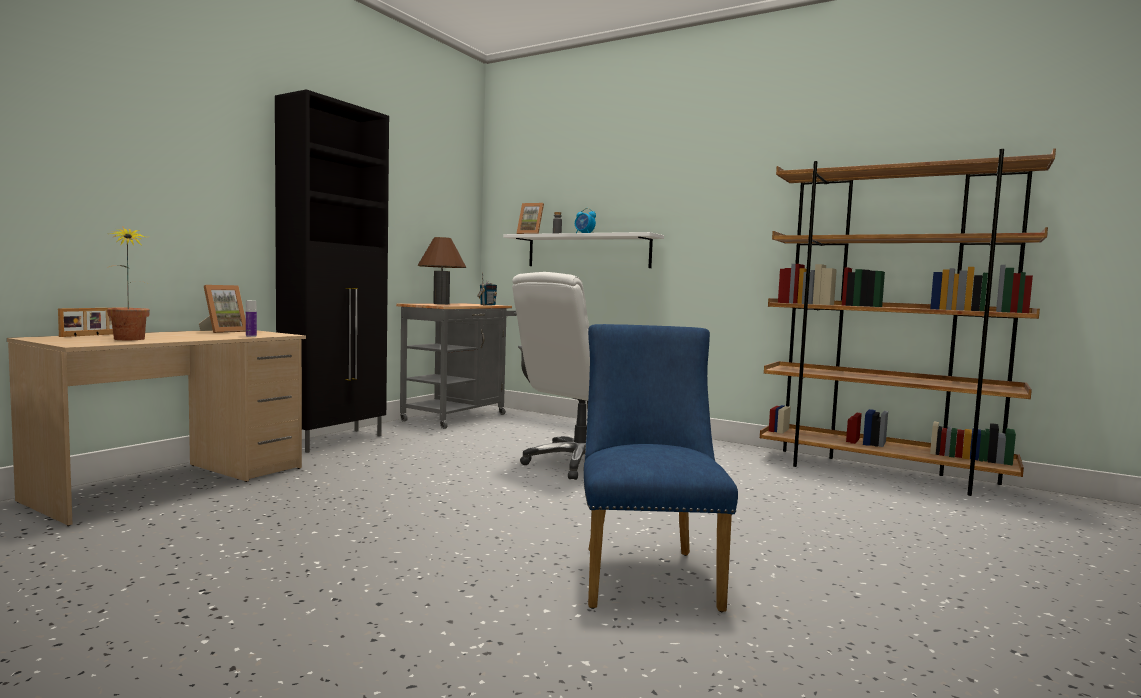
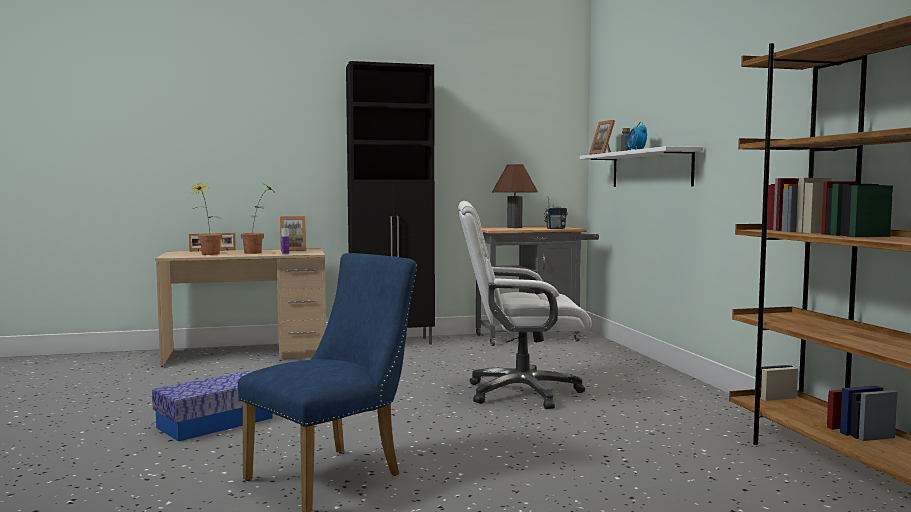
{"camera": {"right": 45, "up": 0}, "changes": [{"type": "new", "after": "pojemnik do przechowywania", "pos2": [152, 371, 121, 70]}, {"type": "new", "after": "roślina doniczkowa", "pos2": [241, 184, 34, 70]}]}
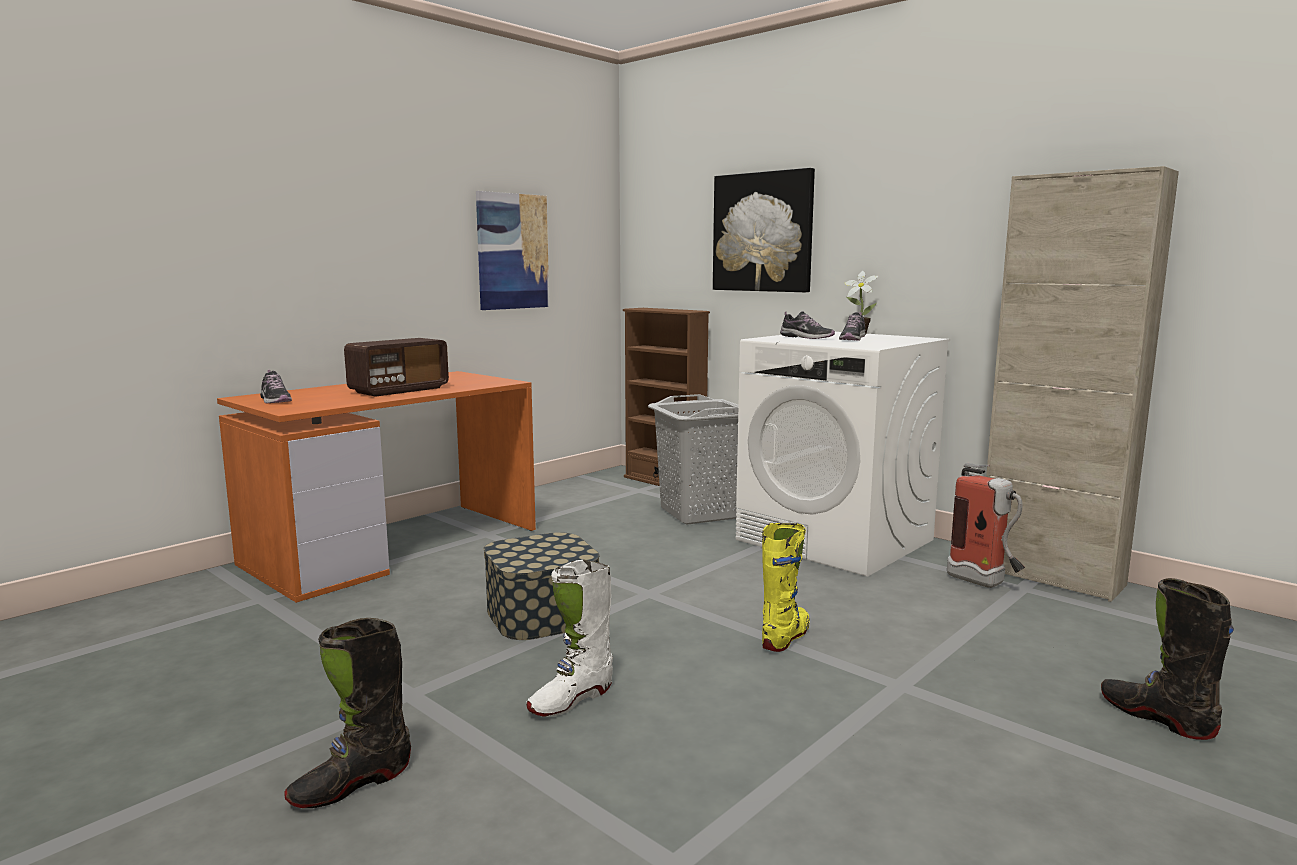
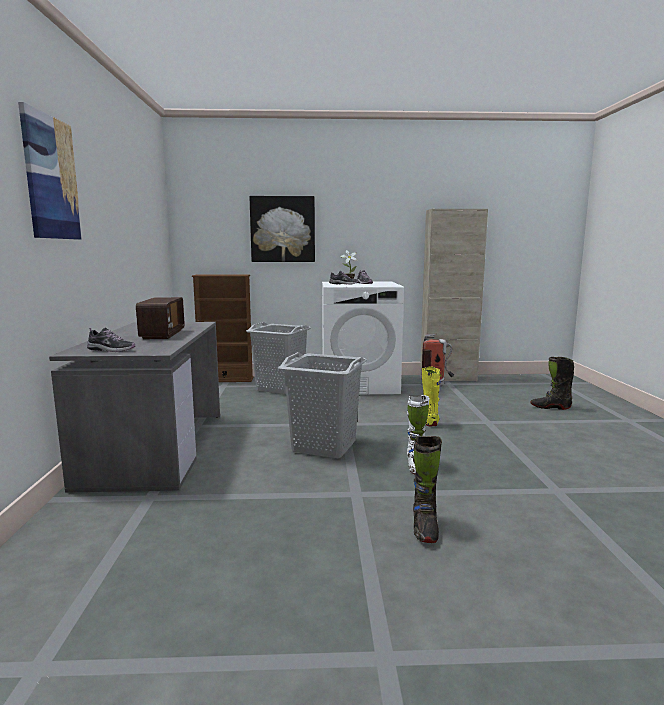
{"camera": {"right": -45, "up": 0}, "changes": [{"type": "repainted", "before": "biurko/pomarańczowy", "after": "biurko/szary", "pos1": [217, 371, 319, 232], "pos2": [49, 322, 171, 171]}, {"type": "shifted", "before": "obraz", "pos1": [476, 191, 73, 119], "pos2": [18, 102, 64, 138]}, {"type": "swapped", "before": "pojemnik do przechowywania", "after": "kosz na pranie/szary", "pos1": [483, 532, 116, 108], "pos2": [278, 352, 89, 106]}]}
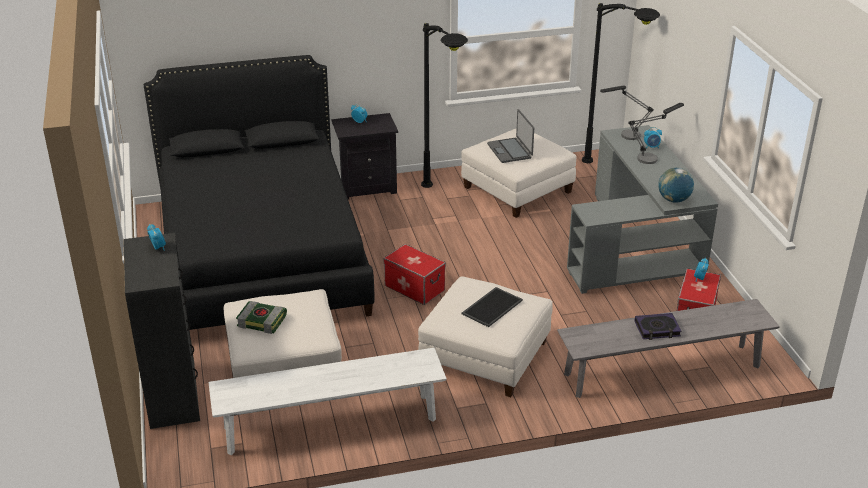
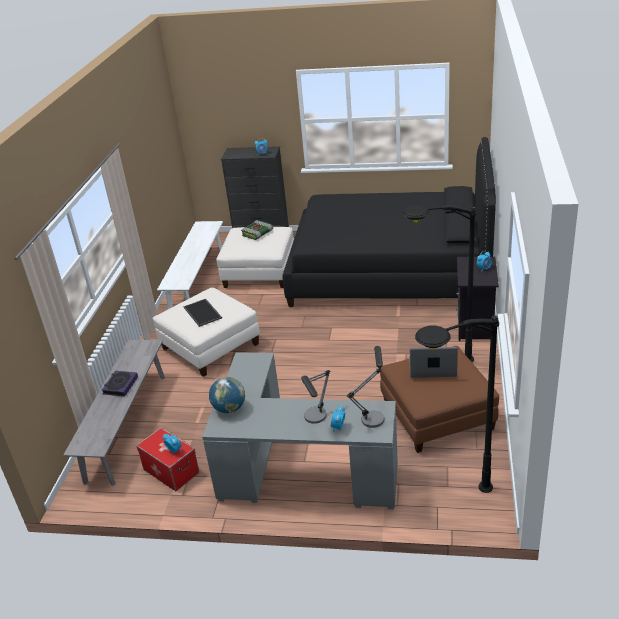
{"camera": {"right": 115, "up": 0}, "changes": [{"type": "gone", "before": "pojemnik do przechowywania", "pos1": [384, 244, 62, 61]}, {"type": "repainted", "before": "pufa/biały", "after": "pufa/brązowy", "pos1": [461, 128, 115, 90], "pos2": [380, 346, 119, 107]}]}
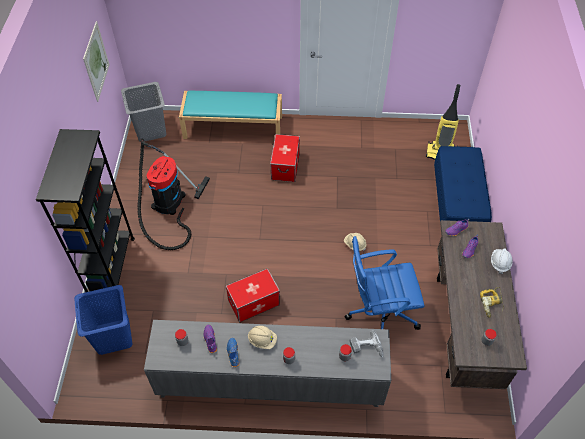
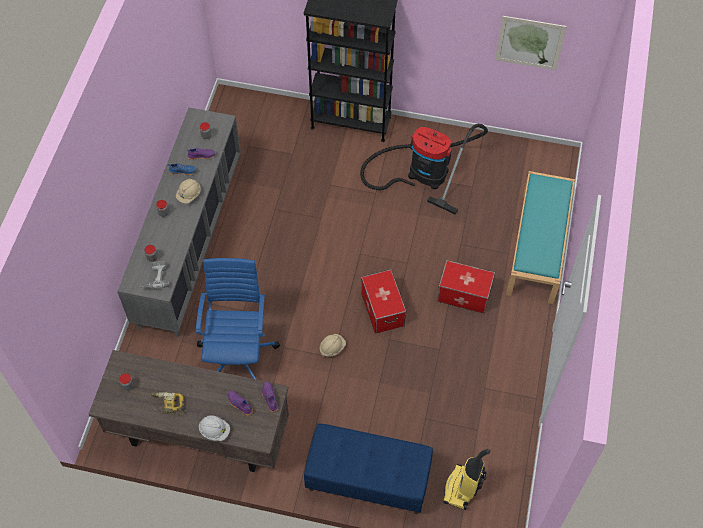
{"camera": {"right": 100, "up": 5}, "changes": [{"type": "gone", "before": "kosz na pranie/niebieski", "pos1": [74, 285, 58, 70]}, {"type": "gone", "before": "kosz na pranie/szary", "pos1": [121, 82, 45, 60]}, {"type": "shifted", "before": "pojemnik do przechowywania", "pos1": [226, 268, 54, 54], "pos2": [361, 269, 45, 65]}]}
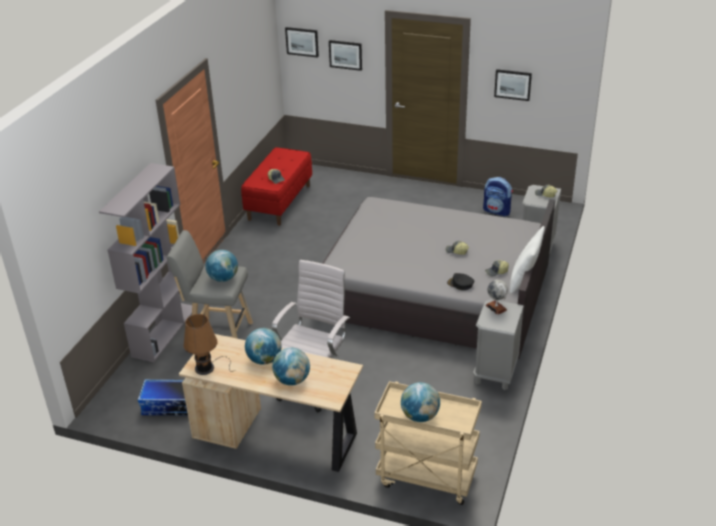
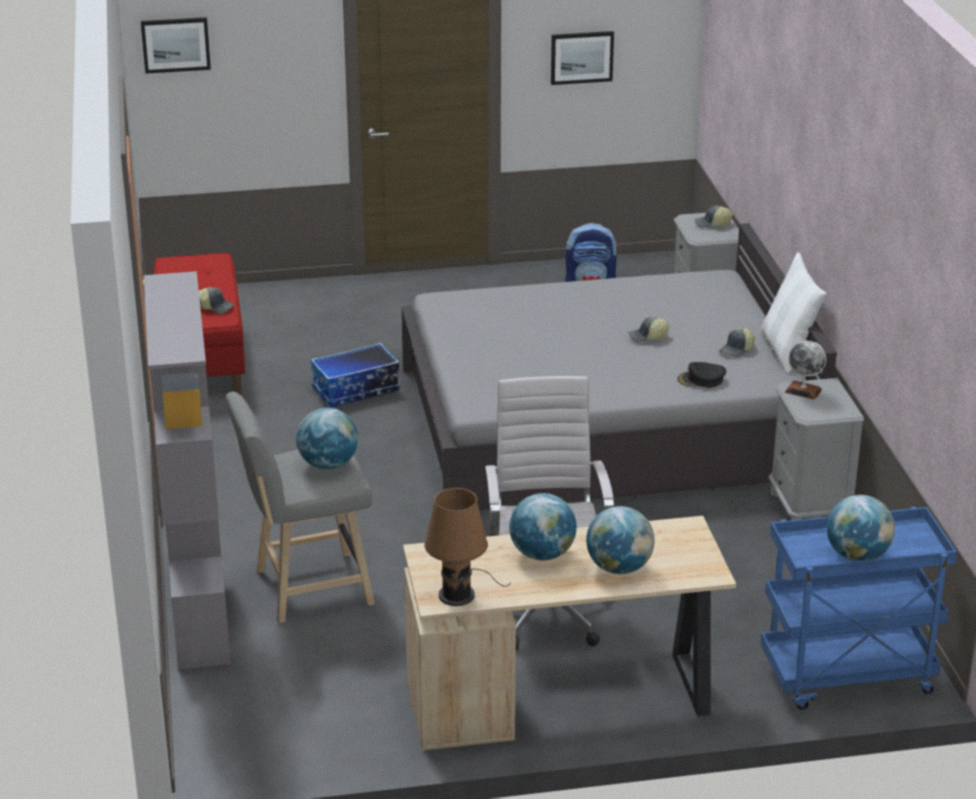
{"camera": {"right": -30, "up": -5}, "changes": [{"type": "shifted", "before": "pojemnik do przechowywania", "pos1": [138, 379, 50, 37], "pos2": [311, 343, 88, 64]}, {"type": "gone", "before": "obraz", "pos1": [329, 40, 33, 31]}, {"type": "repainted", "before": "wózek/beżowy", "after": "wózek/niebieski", "pos1": [374, 381, 108, 124], "pos2": [761, 507, 196, 203]}]}
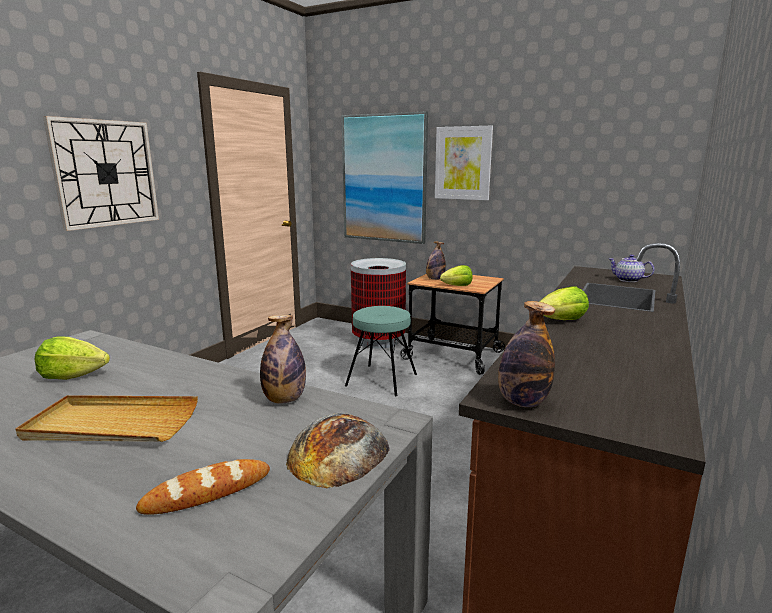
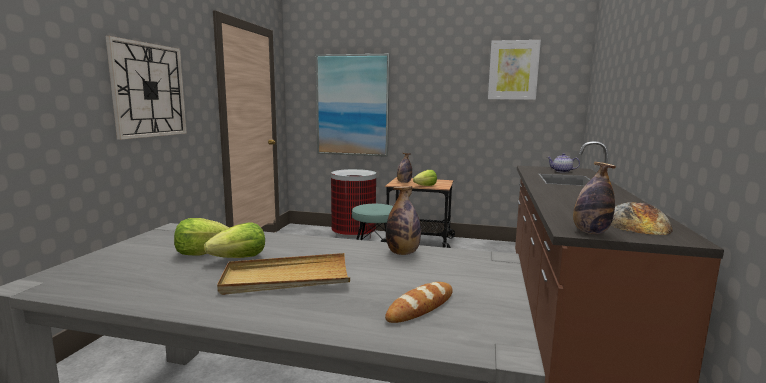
{"camera": {"right": -15, "up": -5}, "changes": [{"type": "shifted", "before": "chleb", "pos1": [286, 413, 103, 75], "pos2": [610, 202, 63, 33]}, {"type": "shifted", "before": "obraz", "pos1": [435, 126, 58, 74], "pos2": [488, 40, 53, 60]}, {"type": "shifted", "before": "sałata", "pos1": [539, 286, 50, 34], "pos2": [204, 222, 61, 36]}]}
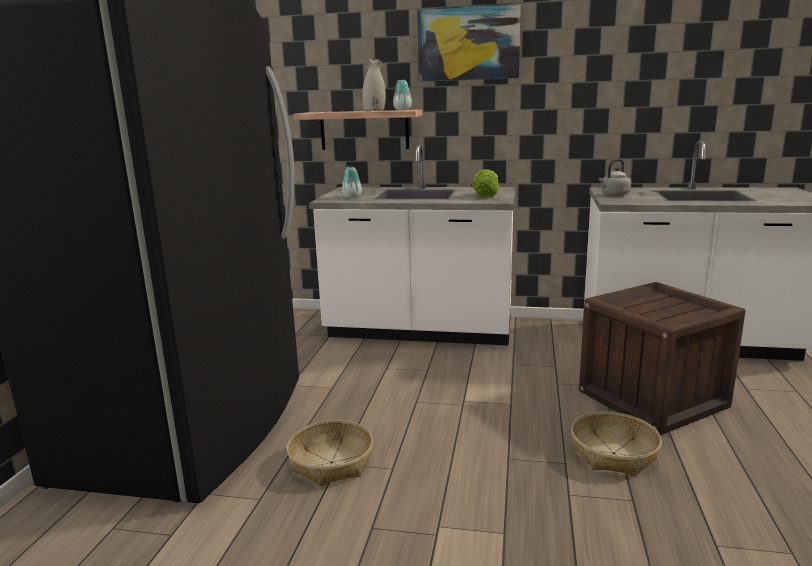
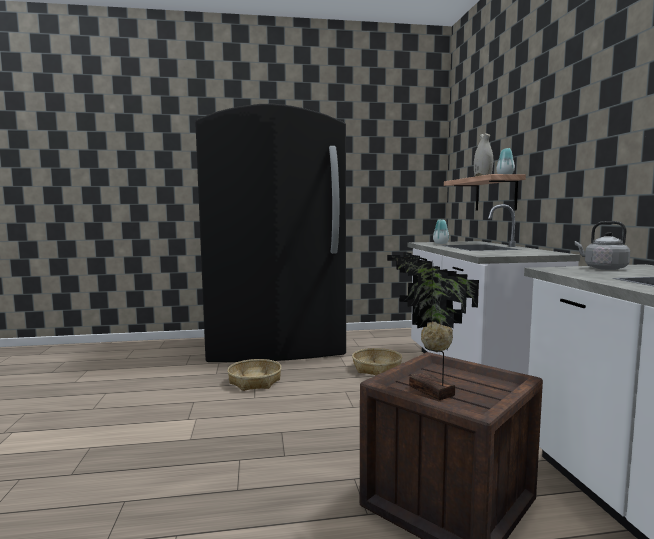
{"camera": {"right": 70, "up": -10}, "changes": [{"type": "gone", "before": "obraz", "pos1": [417, 4, 104, 78]}, {"type": "gone", "before": "sałata", "pos1": [472, 169, 27, 28]}, {"type": "shifted", "before": "koszyk", "pos1": [571, 412, 91, 64], "pos2": [352, 348, 50, 27]}, {"type": "new", "after": "roślina doniczkowa", "pos2": [387, 252, 92, 148]}]}
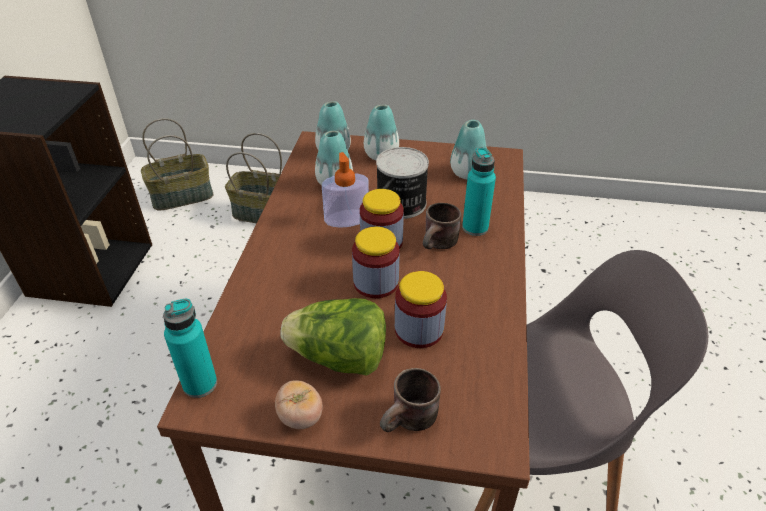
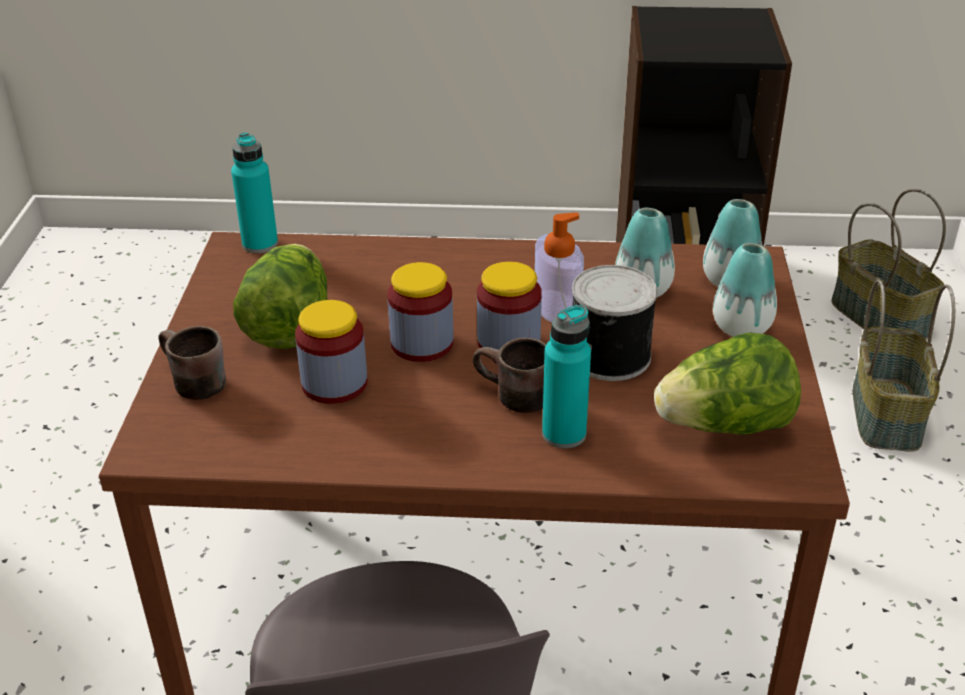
{"camera": {"right": 85, "up": -5}, "changes": [{"type": "gone", "before": "pomidor", "pos1": [275, 380, 48, 49]}, {"type": "swapped", "before": "wazon", "after": "sałata", "pos1": [450, 120, 37, 59], "pos2": [654, 332, 147, 103]}]}
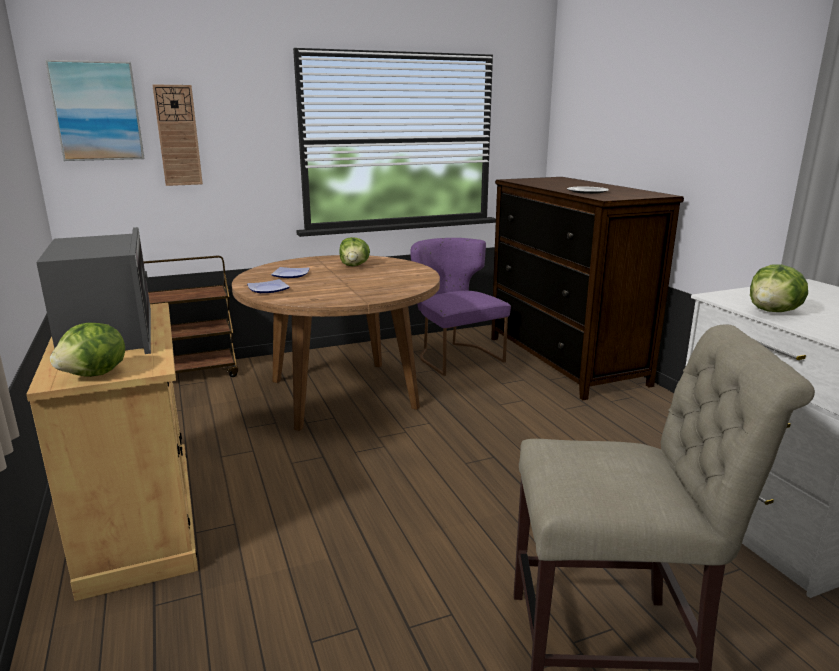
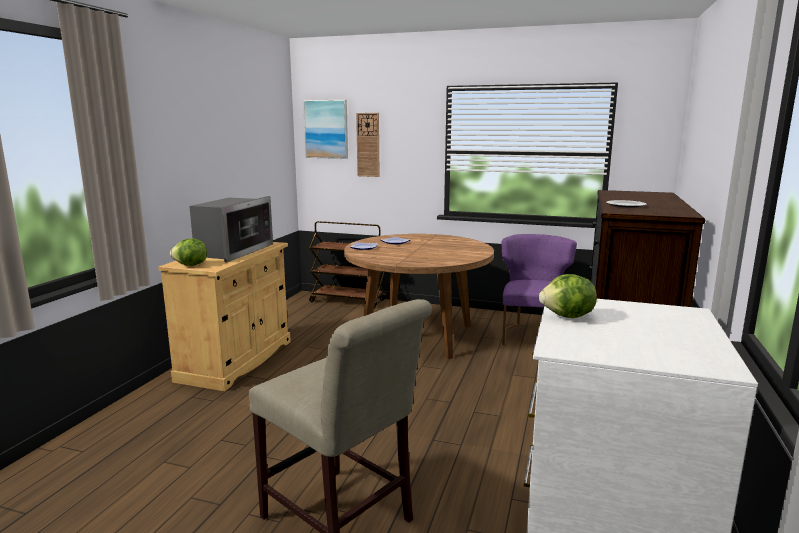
{"camera": {"right": 40, "up": -5}, "changes": [{"type": "gone", "before": "sałata", "pos1": [339, 237, 31, 29]}]}
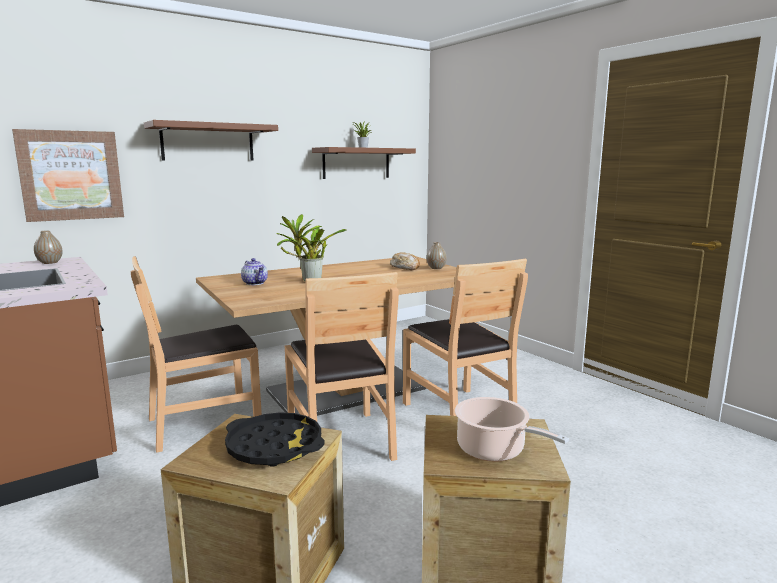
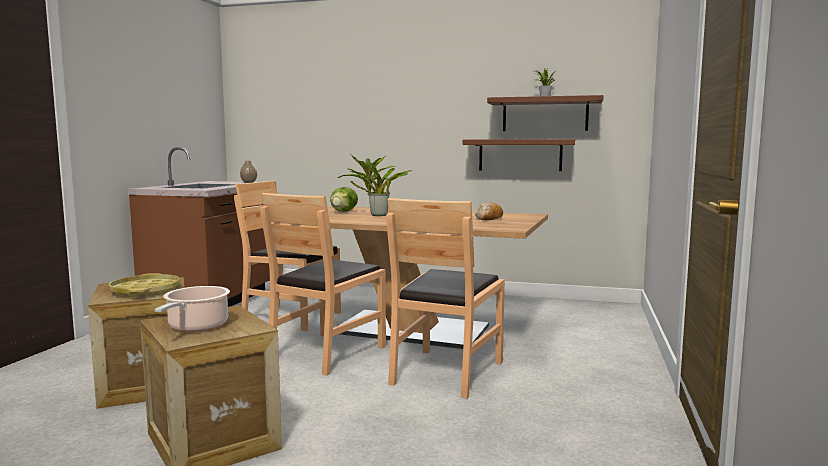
{"camera": {"right": 50, "up": -5}, "changes": [{"type": "gone", "before": "obraz", "pos1": [12, 129, 112, 93]}, {"type": "shifted", "before": "półka/brązowy", "pos1": [144, 120, 134, 41], "pos2": [463, 139, 112, 32]}, {"type": "repainted", "before": "taca/czarny", "after": "taca/żółty", "pos1": [225, 412, 100, 55], "pos2": [108, 273, 72, 24]}, {"type": "swapped", "before": "imbryk", "after": "sałata", "pos1": [241, 258, 27, 27], "pos2": [330, 187, 28, 25]}, {"type": "gone", "before": "wazon", "pos1": [427, 242, 20, 27]}]}
